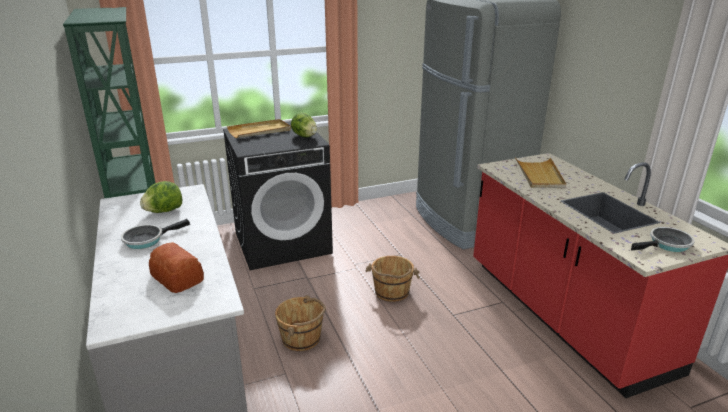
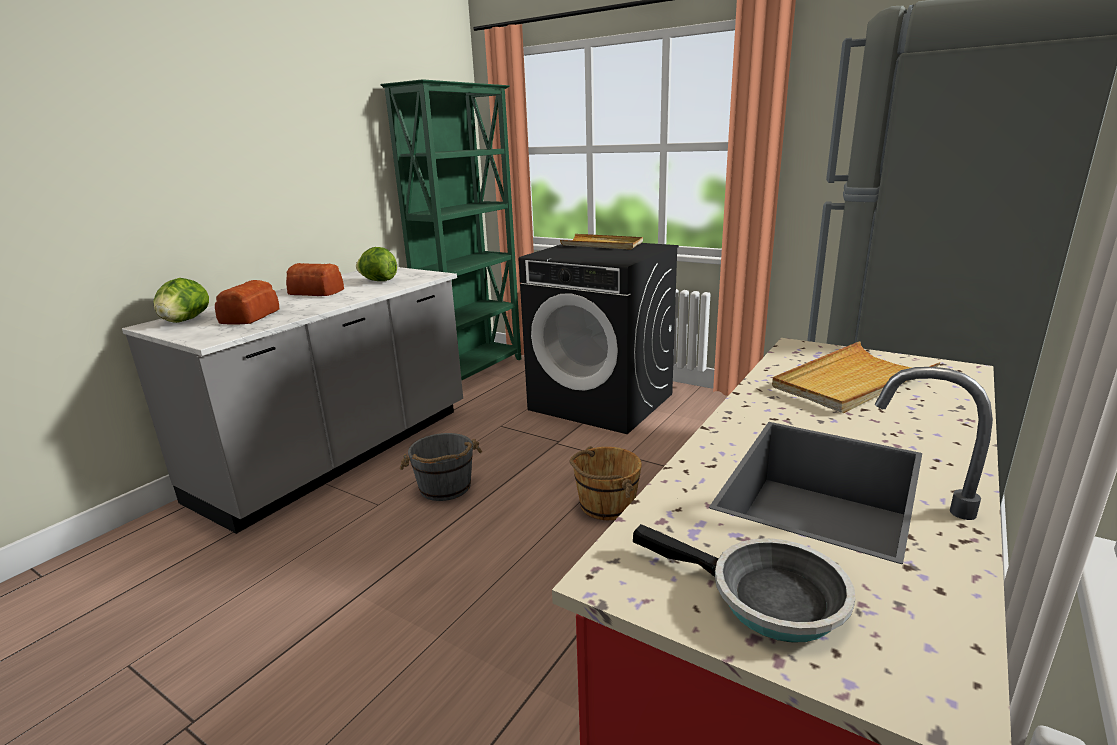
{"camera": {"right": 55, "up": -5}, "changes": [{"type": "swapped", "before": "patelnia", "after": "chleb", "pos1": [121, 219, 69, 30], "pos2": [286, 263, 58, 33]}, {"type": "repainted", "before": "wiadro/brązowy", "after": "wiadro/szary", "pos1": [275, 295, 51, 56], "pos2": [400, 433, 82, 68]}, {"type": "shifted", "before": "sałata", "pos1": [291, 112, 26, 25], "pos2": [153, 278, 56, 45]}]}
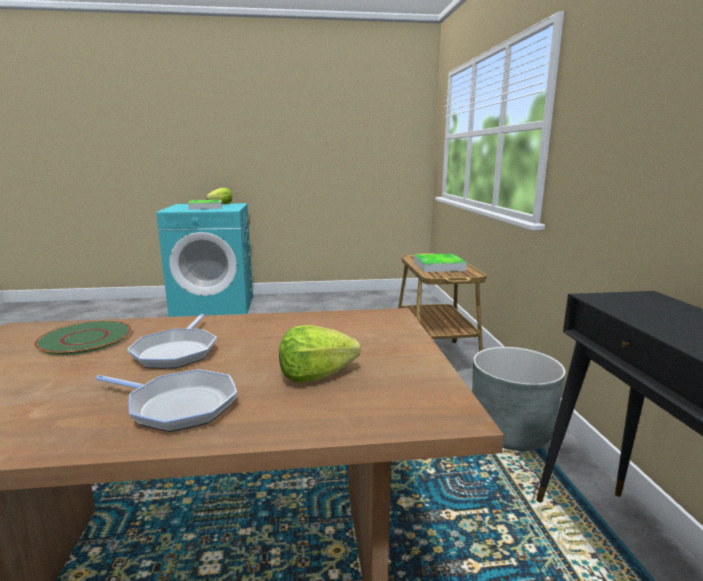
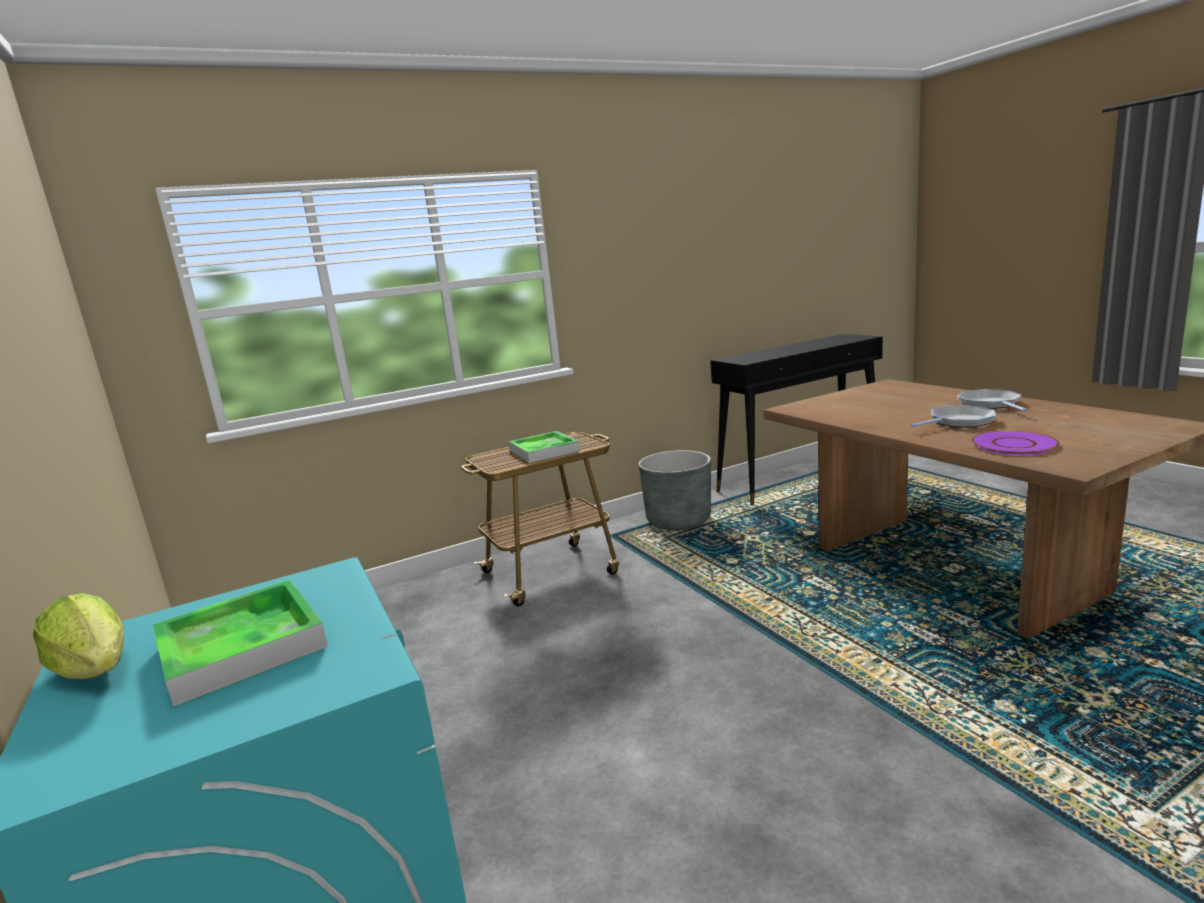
{"camera": {"right": -110, "up": 0}, "changes": [{"type": "repainted", "before": "talerz/zielony", "after": "talerz/fioletowy", "pos1": [34, 321, 97, 34], "pos2": [971, 431, 89, 24]}, {"type": "gone", "before": "sałata", "pos1": [279, 325, 82, 57]}]}
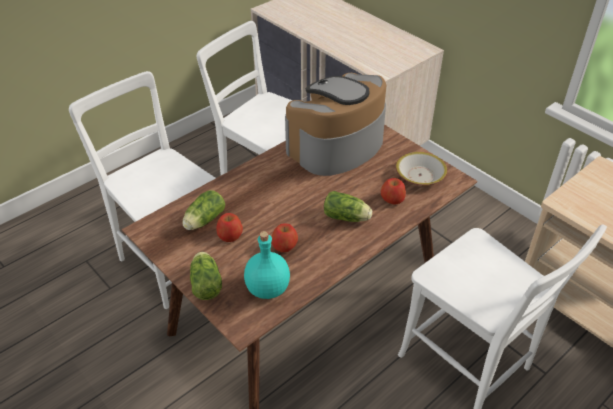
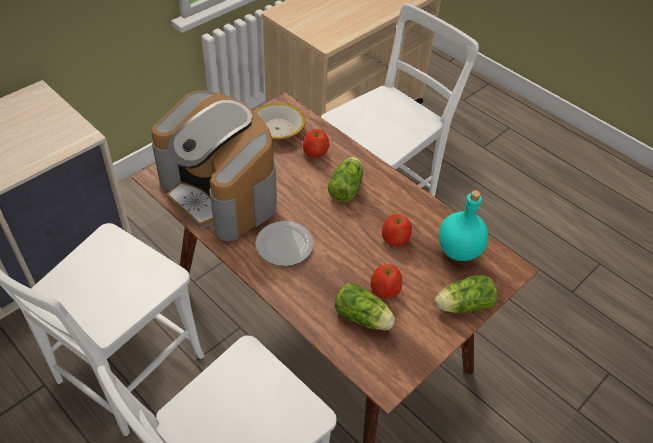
{"camera": {"right": -95, "up": 5}, "changes": [{"type": "new", "after": "talerz", "pos2": [256, 221, 58, 45]}]}
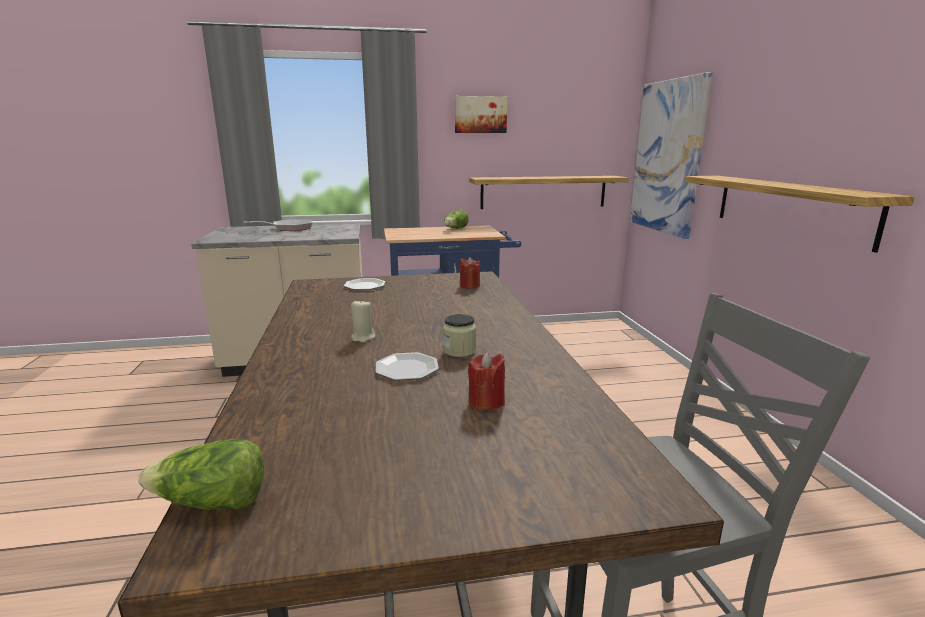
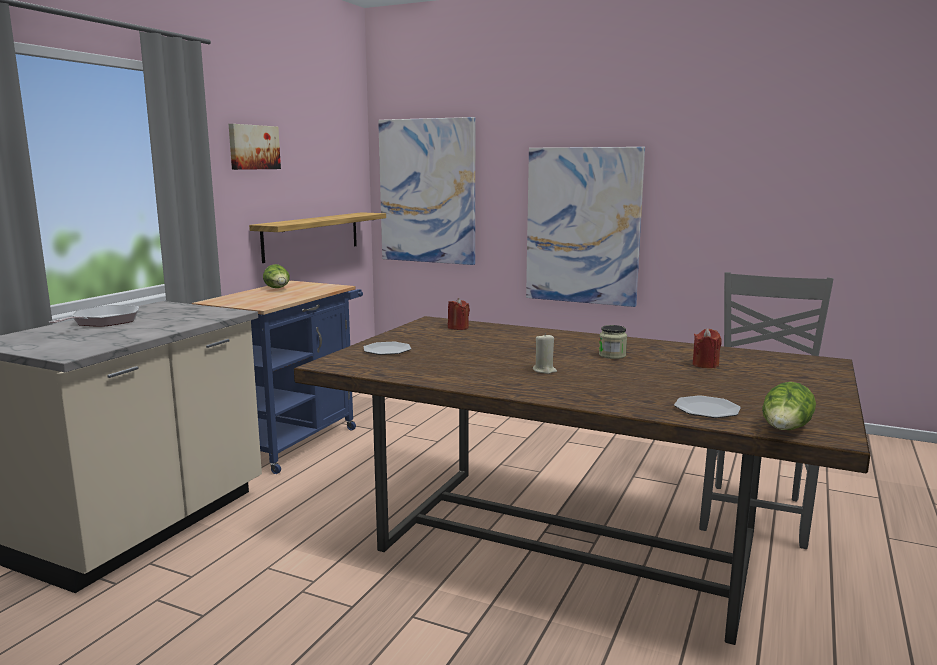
{"camera": {"right": -55, "up": -5}, "changes": [{"type": "shifted", "before": "talerz", "pos1": [375, 352, 64, 29], "pos2": [674, 395, 67, 23]}, {"type": "swapped", "before": "półka", "after": "obraz", "pos1": [685, 176, 230, 77], "pos2": [526, 147, 119, 160]}]}
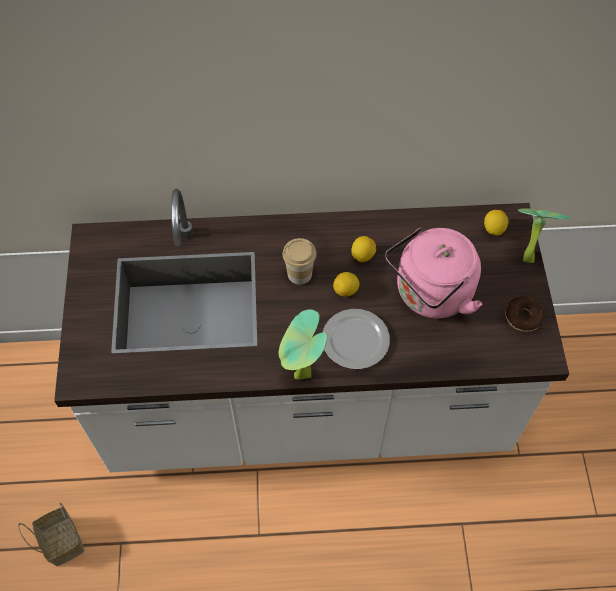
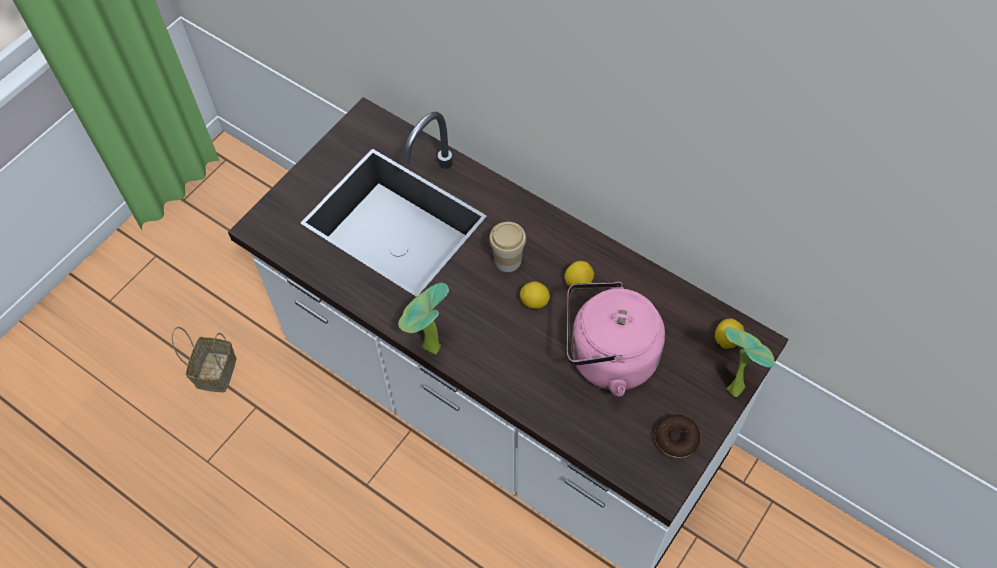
{"camera": {"right": 40, "up": 0}, "changes": [{"type": "gone", "before": "talerz", "pos1": [322, 309, 68, 60]}]}
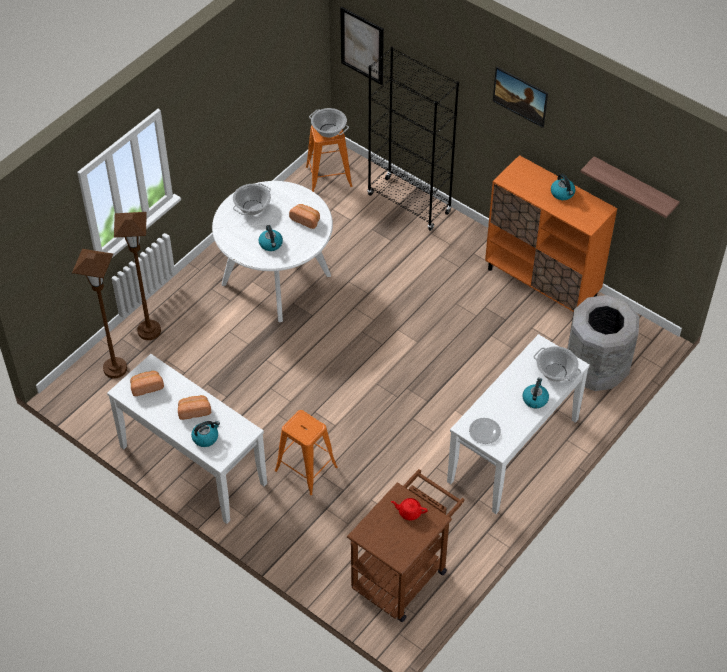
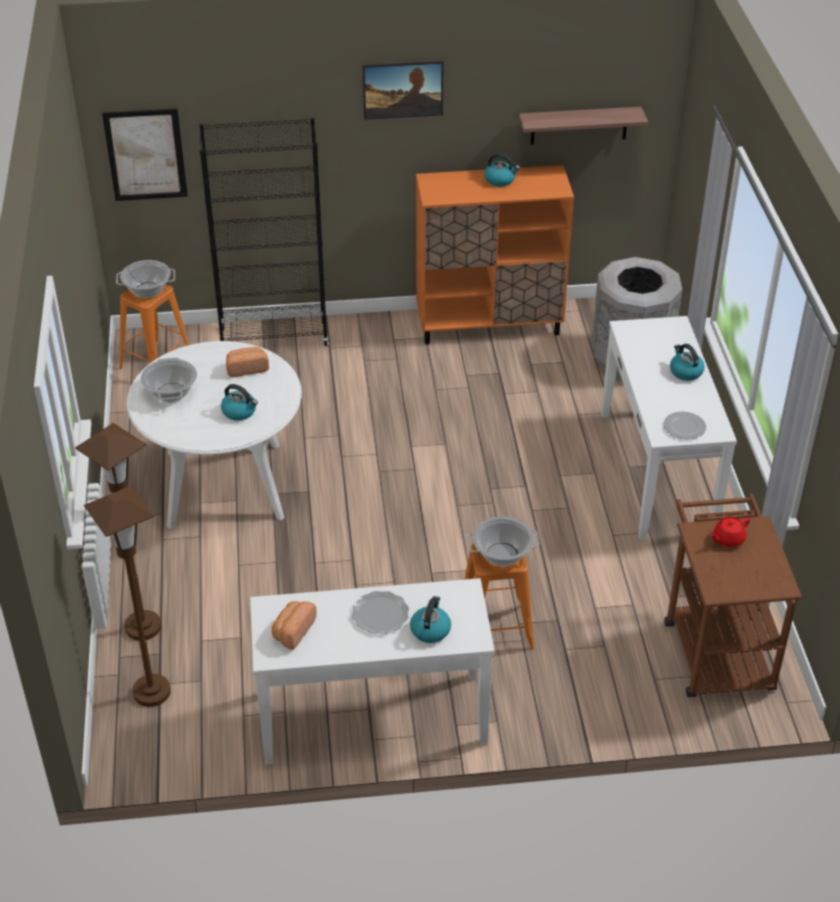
{"camera": {"right": -45, "up": -10}, "changes": [{"type": "swapped", "before": "chleb", "after": "talerz", "pos1": [178, 395, 33, 25], "pos2": [352, 591, 57, 43]}, {"type": "shifted", "before": "garnek", "pos1": [533, 346, 48, 36], "pos2": [467, 517, 73, 49]}]}
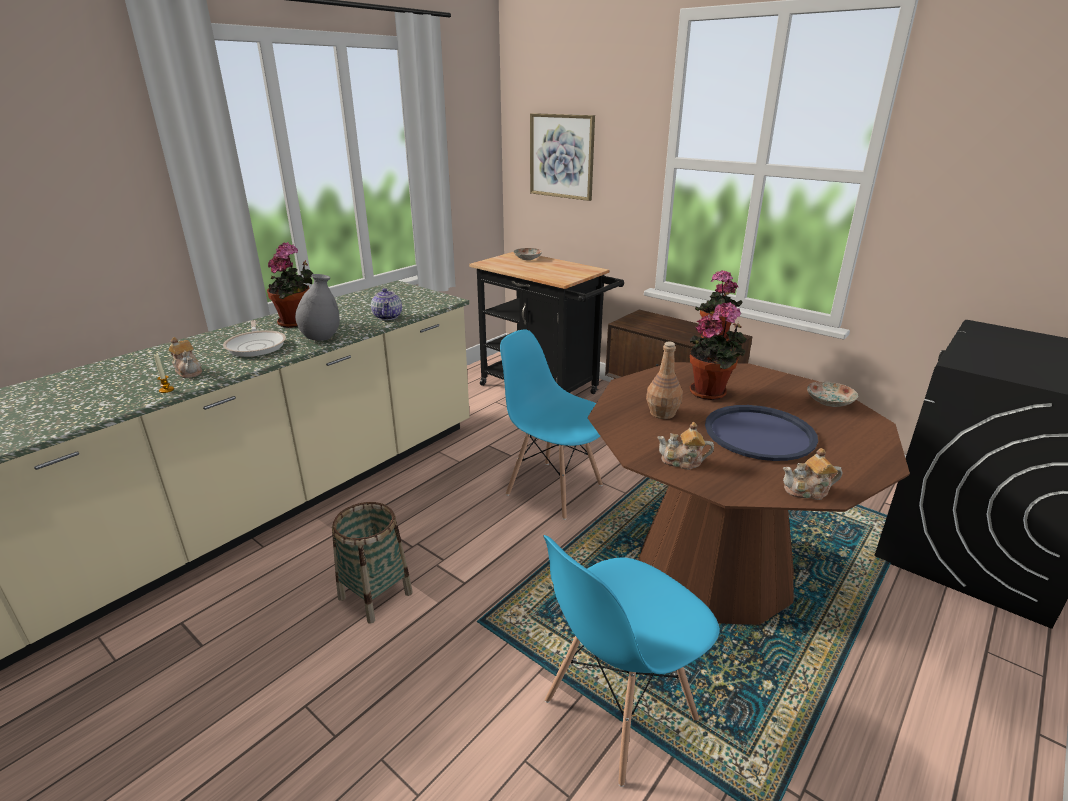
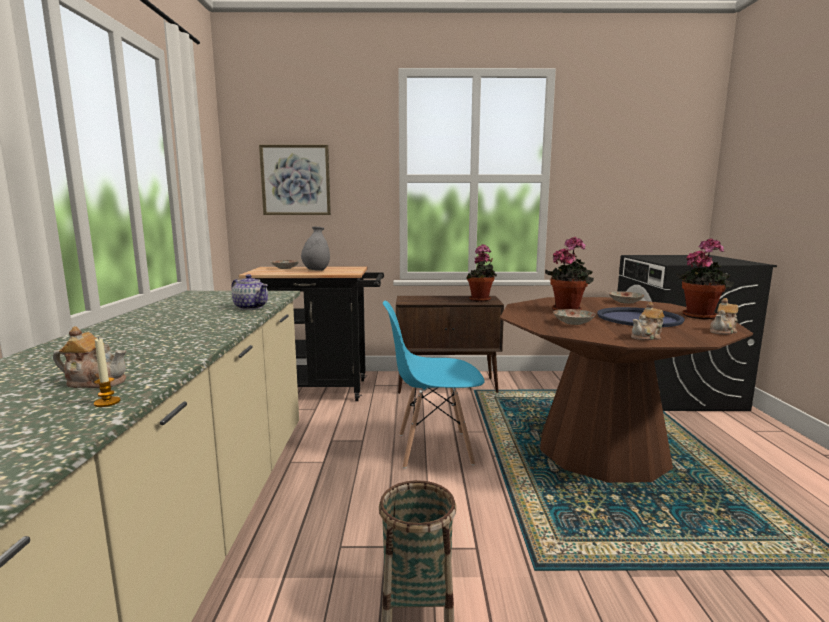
{"camera": {"right": -40, "up": -15}, "changes": [{"type": "gone", "before": "patelnia", "pos1": [223, 320, 63, 37]}, {"type": "shifted", "before": "roślina doniczkowa", "pos1": [267, 242, 46, 86], "pos2": [676, 238, 57, 81]}, {"type": "shifted", "before": "wazon/szary", "pos1": [295, 274, 45, 67], "pos2": [301, 227, 29, 44]}, {"type": "gone", "before": "krzesło/niebieski", "pos1": [544, 535, 176, 252]}, {"type": "swapped", "before": "butelka/brązowy", "after": "talerz", "pos1": [646, 342, 37, 77], "pos2": [553, 309, 43, 16]}]}
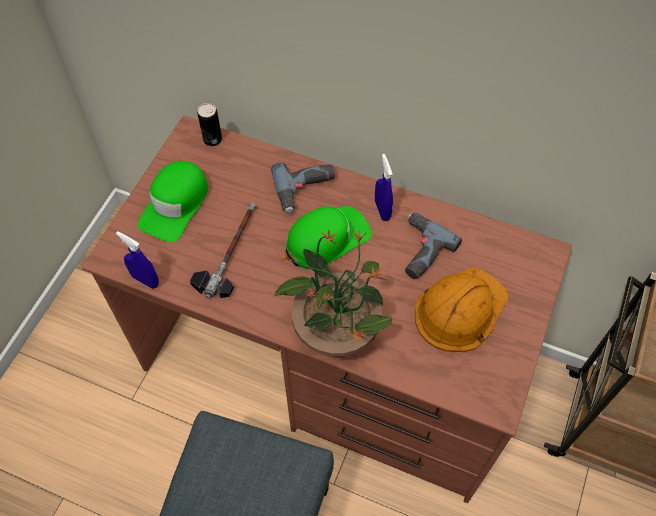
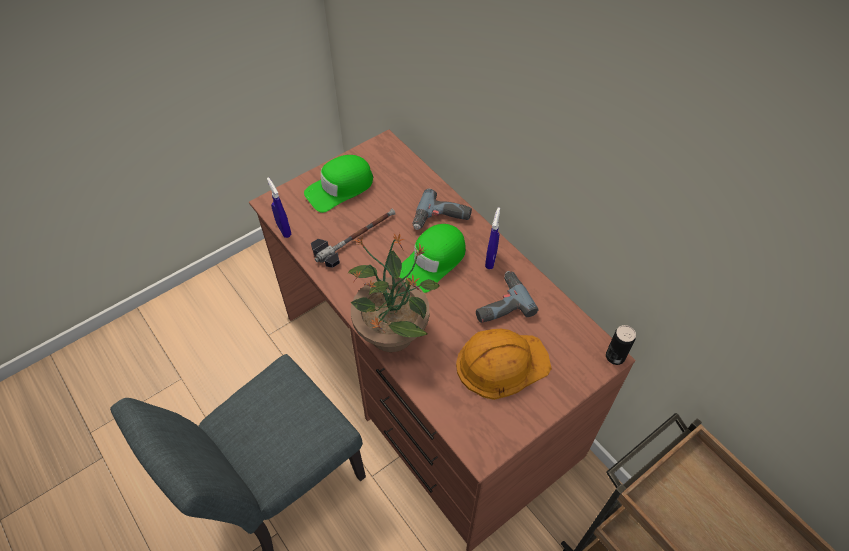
{"camera": {"right": 30, "up": -5}, "changes": [{"type": "shifted", "before": "puszka", "pos1": [198, 103, 24, 43], "pos2": [606, 325, 30, 40]}, {"type": "rotated", "before": "czapka z daszkiem/zielony", "pos1": [286, 206, 86, 63], "pos2": [400, 224, 66, 69], "turn": 135}]}
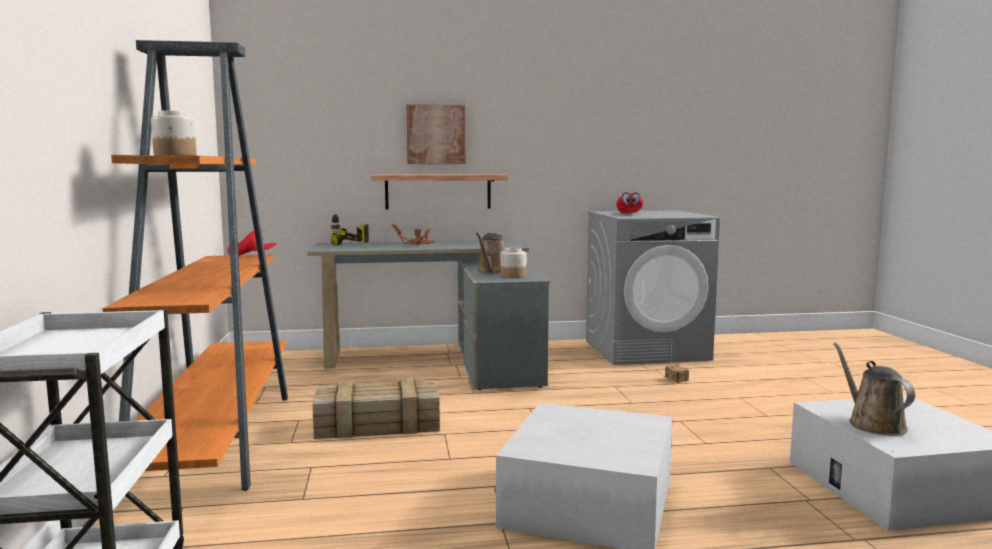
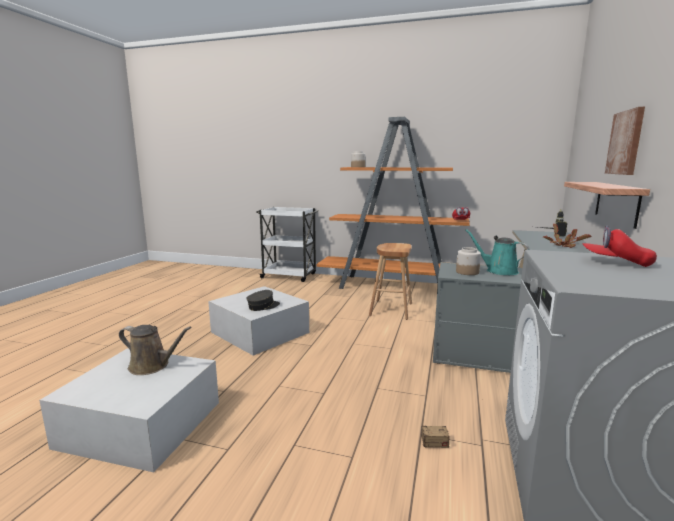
{"camera": {"right": 115, "up": 5}, "changes": [{"type": "swapped", "before": "skrzynka", "after": "stołek/brązowy", "pos1": [312, 378, 128, 61], "pos2": [369, 243, 43, 77]}, {"type": "repainted", "before": "konewka/brązowy", "after": "konewka/turkusowy", "pos1": [476, 233, 29, 40], "pos2": [465, 229, 65, 46]}, {"type": "new", "after": "czapka z daszkiem/szary", "pos2": [246, 290, 34, 21]}]}
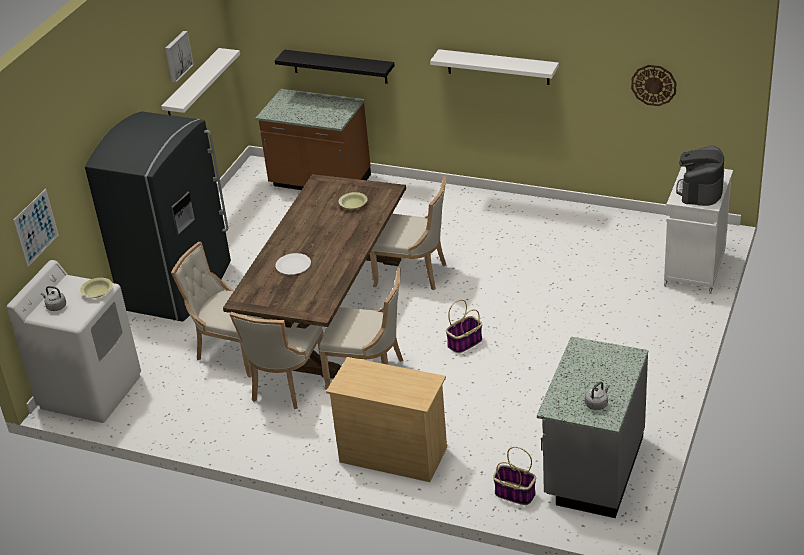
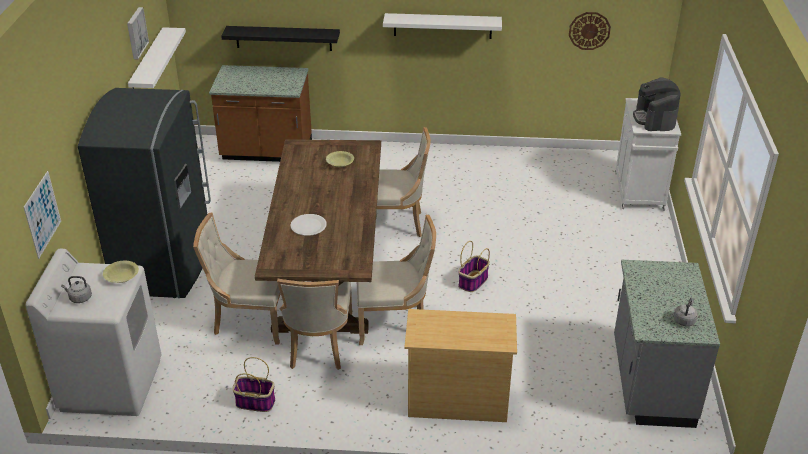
{"camera": {"right": -20, "up": 0}, "changes": [{"type": "shifted", "before": "koszyk", "pos1": [493, 447, 43, 58], "pos2": [232, 357, 43, 55]}]}
